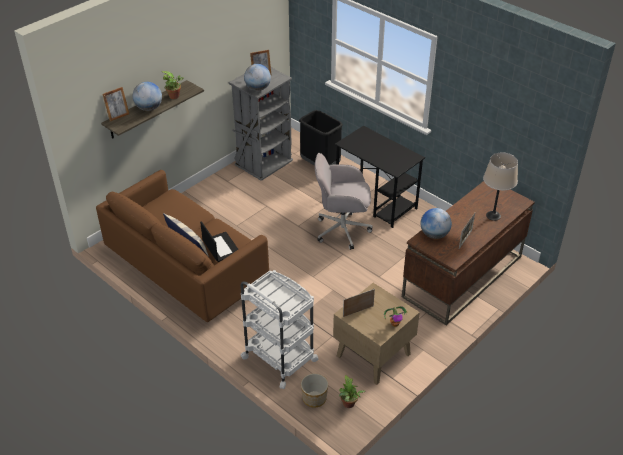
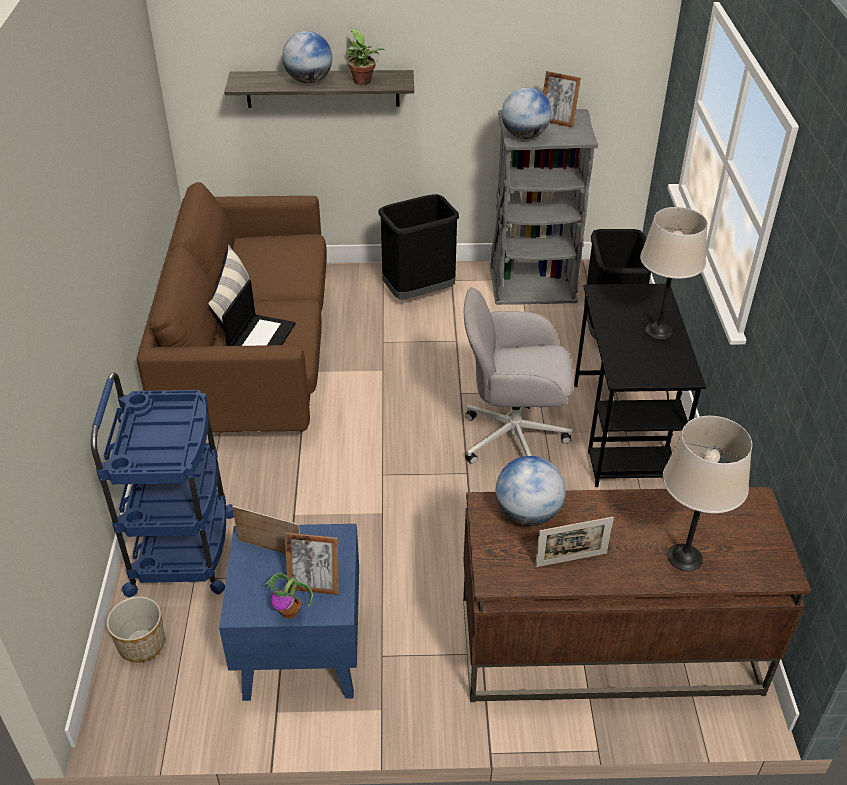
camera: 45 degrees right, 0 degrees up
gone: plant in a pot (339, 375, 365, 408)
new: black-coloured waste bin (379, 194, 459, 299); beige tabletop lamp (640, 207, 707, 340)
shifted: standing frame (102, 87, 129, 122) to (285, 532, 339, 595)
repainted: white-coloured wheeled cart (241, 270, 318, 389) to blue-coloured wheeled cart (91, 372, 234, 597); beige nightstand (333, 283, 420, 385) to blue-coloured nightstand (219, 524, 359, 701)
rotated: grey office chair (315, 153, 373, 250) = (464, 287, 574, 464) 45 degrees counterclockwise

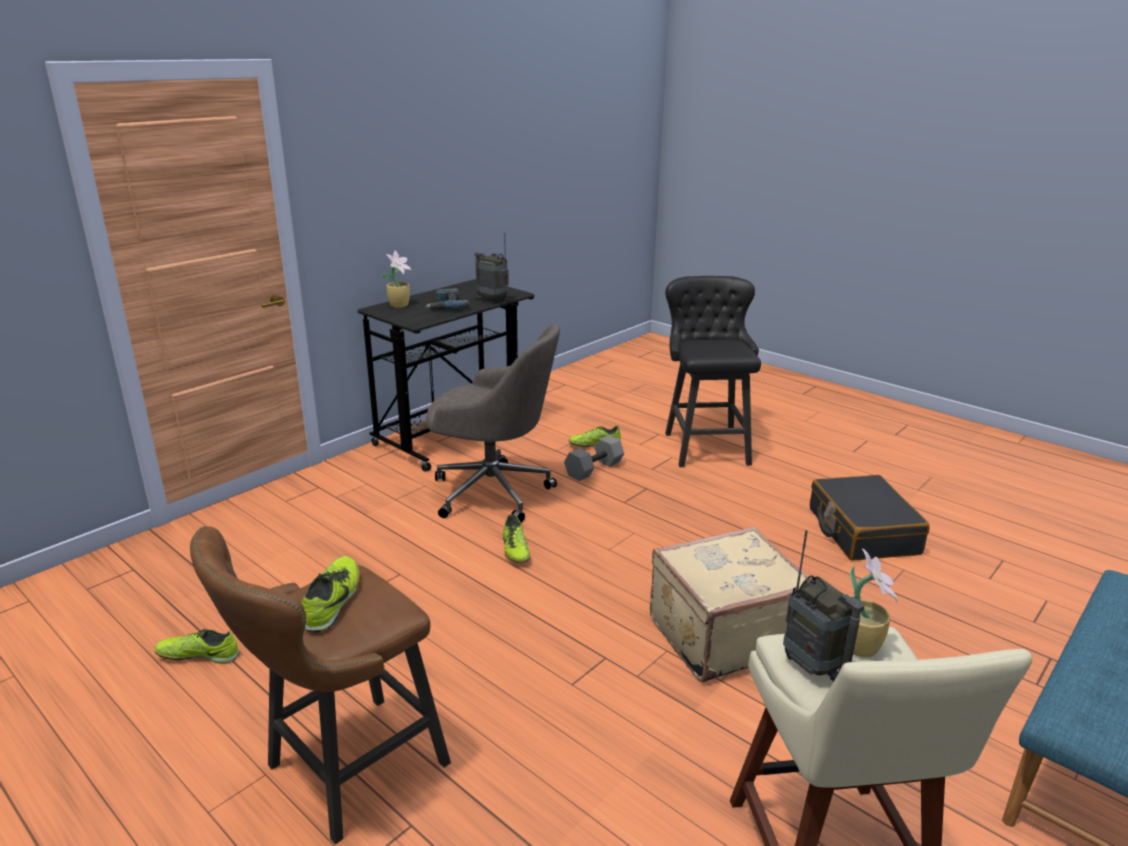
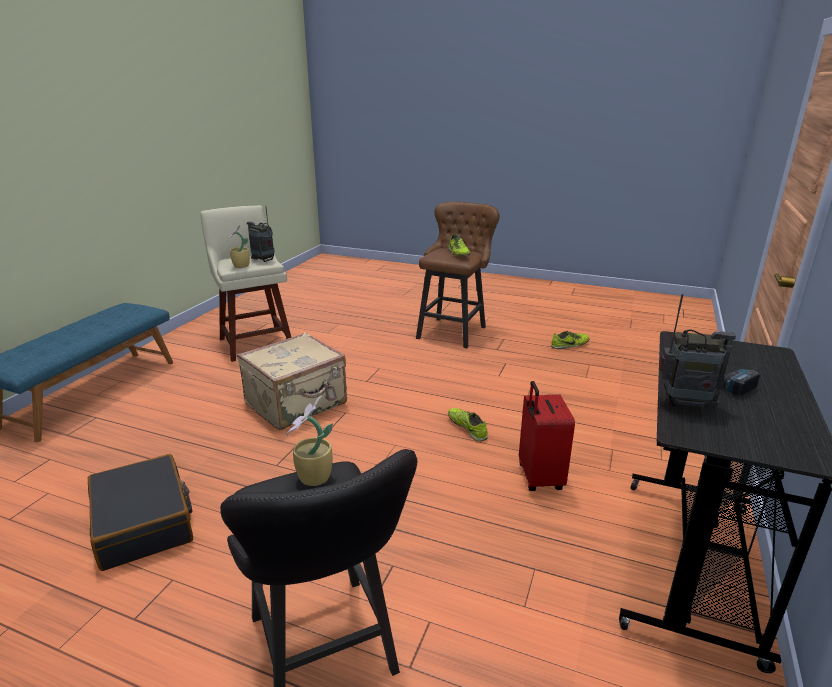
camera: 160 degrees right, 0 degrees up
gone: grey hand weight (564, 435, 624, 481); item of footwear (569, 426, 621, 447)
shifted: plant in a pot (381, 251, 412, 308) to (286, 396, 333, 486)
swapped: grey office chair (426, 324, 560, 523) to red suitcase (519, 381, 575, 491)

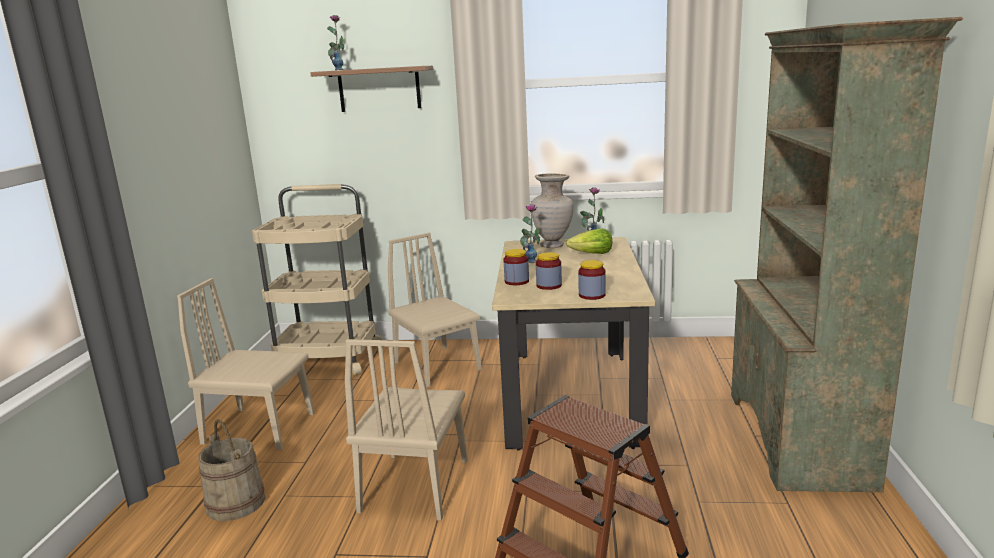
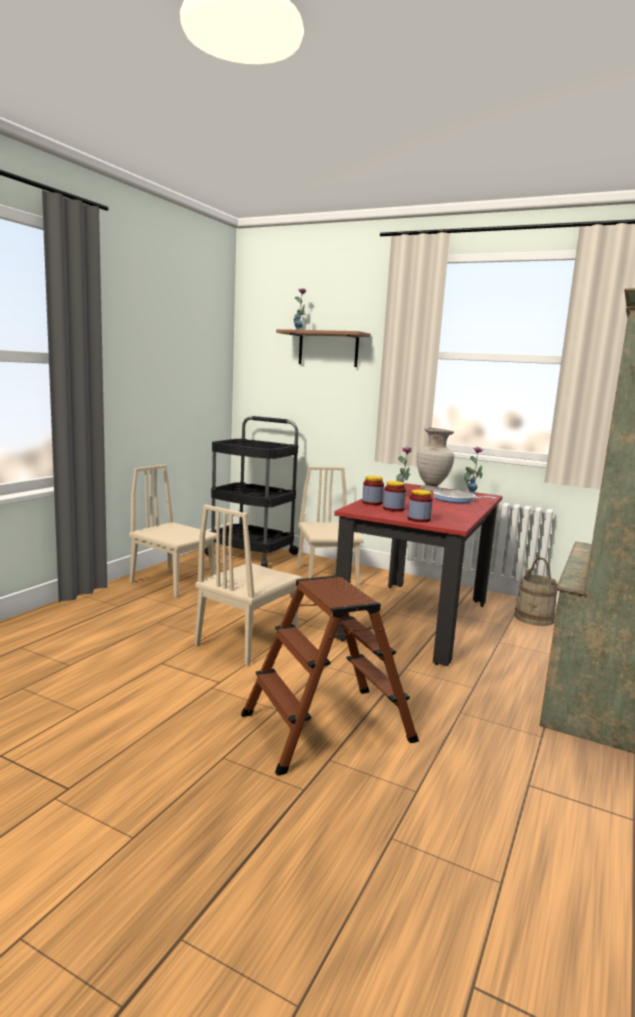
camera: 20 degrees right, 5 degrees down
shifted: beige water bucket (199, 419, 265, 521) to (514, 558, 558, 626)
swapped: head of lettuce (566, 228, 612, 254) to skillet (433, 490, 497, 503)
repainted: beige wheeled cart (252, 184, 382, 375) to black-coloured wheeled cart (205, 416, 299, 568); beige kitchen table (492, 237, 655, 451) to red kitchen table (334, 483, 502, 666)

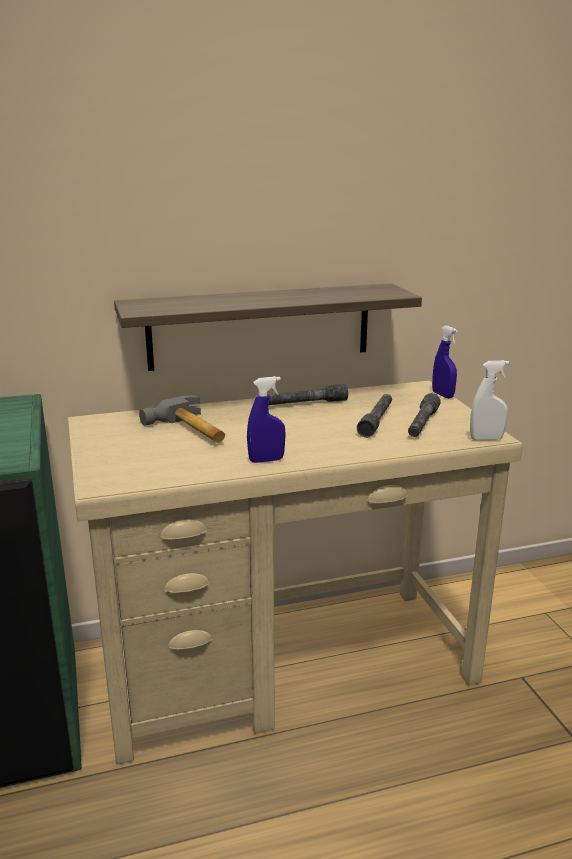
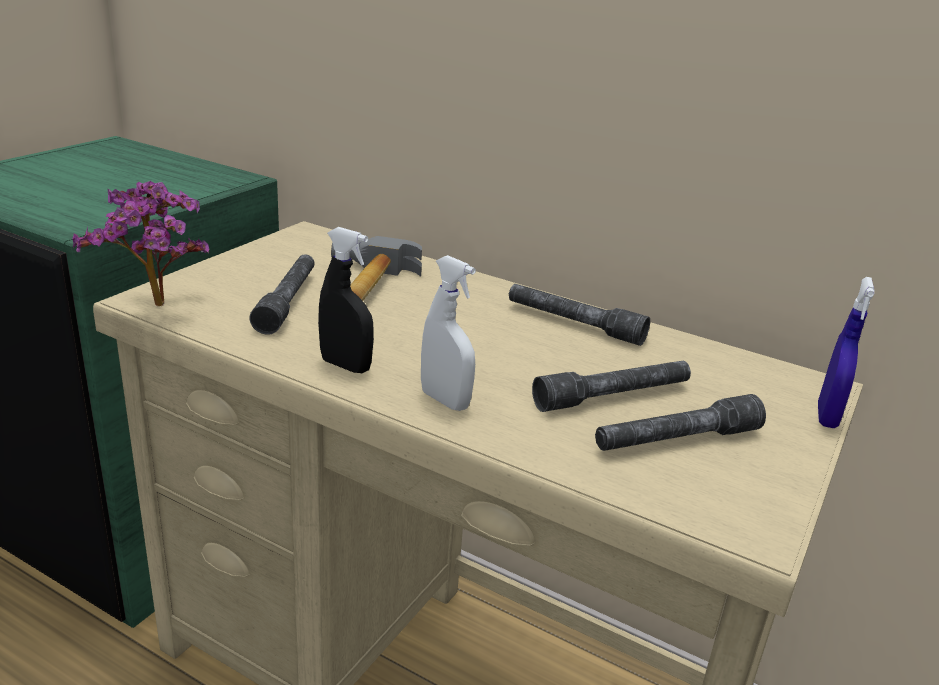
camera: 45 degrees right, 5 degrees up
gone: wall shelf (114, 283, 422, 371)
new: plant in a pot (72, 181, 210, 307); grey torch (249, 254, 315, 335)
shifted: white-coloured hand sprayer (470, 360, 509, 440) to (421, 255, 476, 411)
repainted: blue-coloured hand sprayer (247, 376, 286, 463) to black-coloured hand sprayer (318, 227, 374, 373)

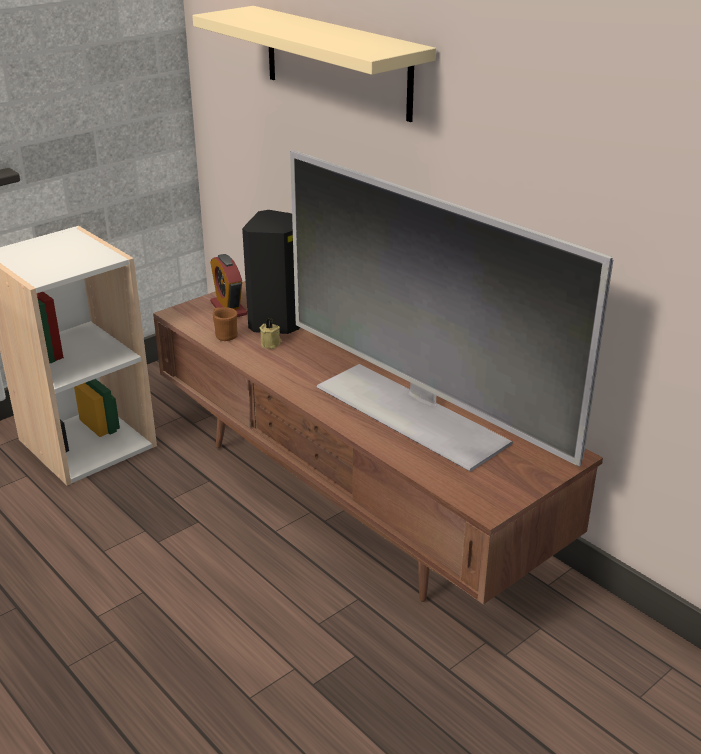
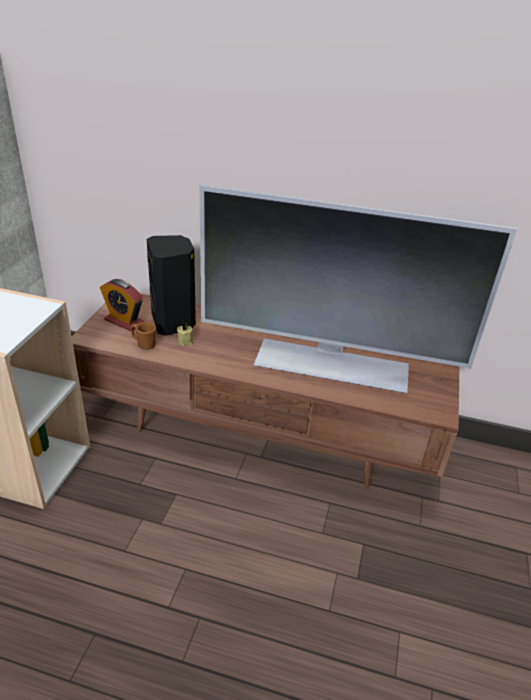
camera: 35 degrees left, 5 degrees up
gone: beige wall shelf (192, 6, 436, 122)

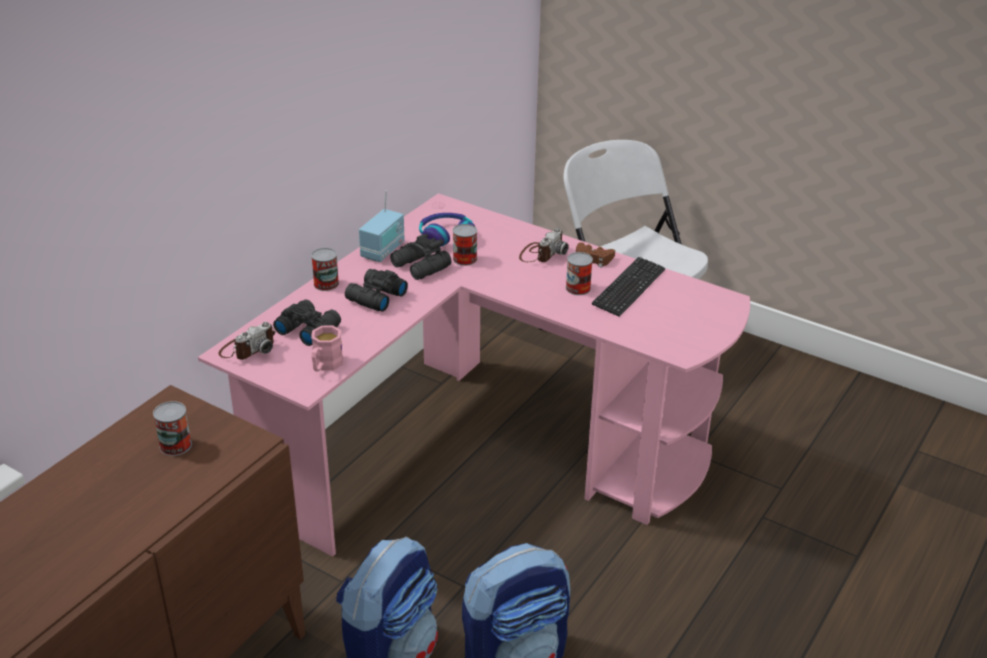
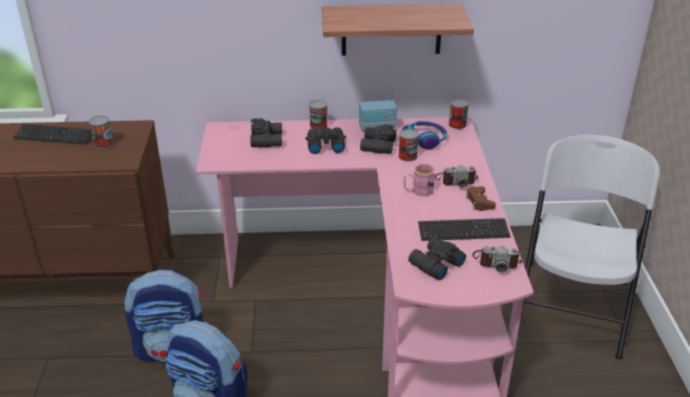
camera: 55 degrees right, 0 degrees up
new: computer keyboard (13, 124, 92, 145); wall shelf (322, 4, 474, 56); black-coloured pair of binoculars (408, 237, 466, 280)
shifted: photo camera (218, 322, 275, 360) to (472, 246, 522, 272); pink mug (311, 326, 343, 371) to (403, 163, 435, 197); metal can (566, 252, 593, 295) to (449, 99, 469, 129)

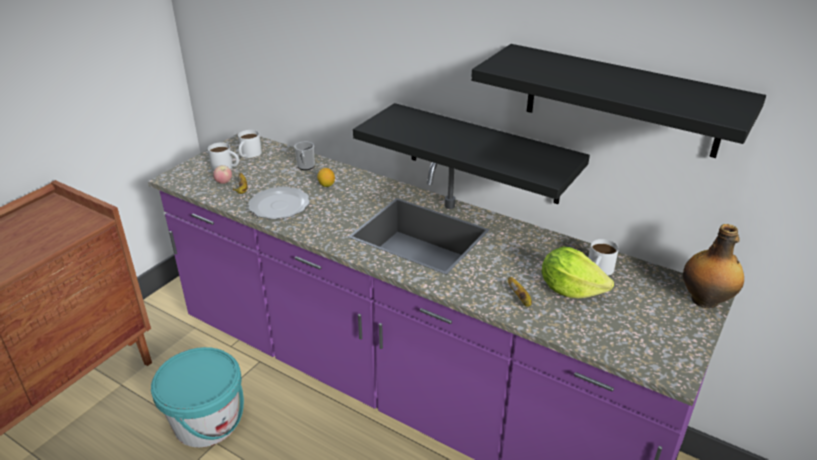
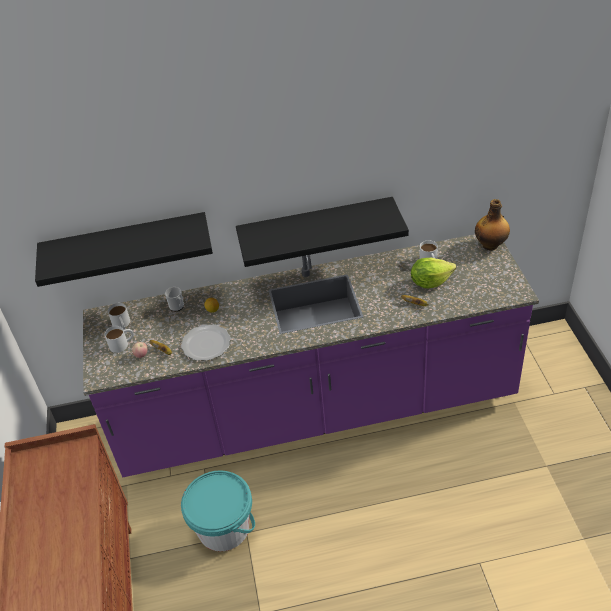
camera: 40 degrees left, 10 degrees up
shifted: black-coloured wall shelf (471, 44, 766, 158) to (35, 212, 213, 287)

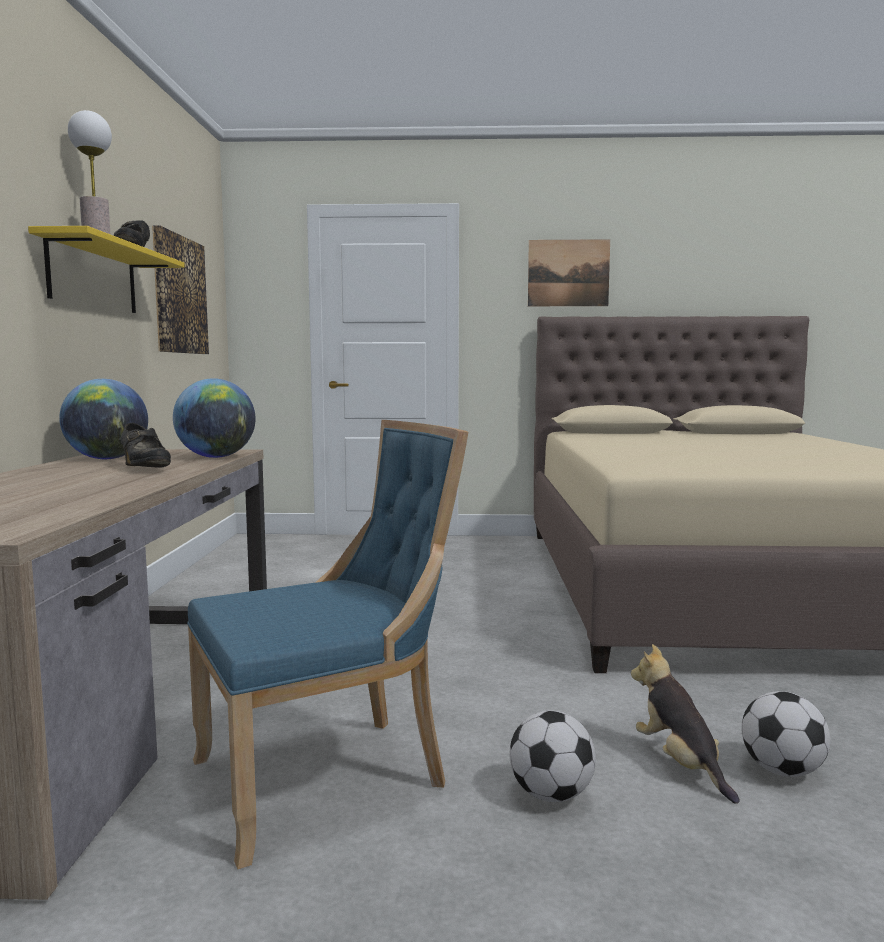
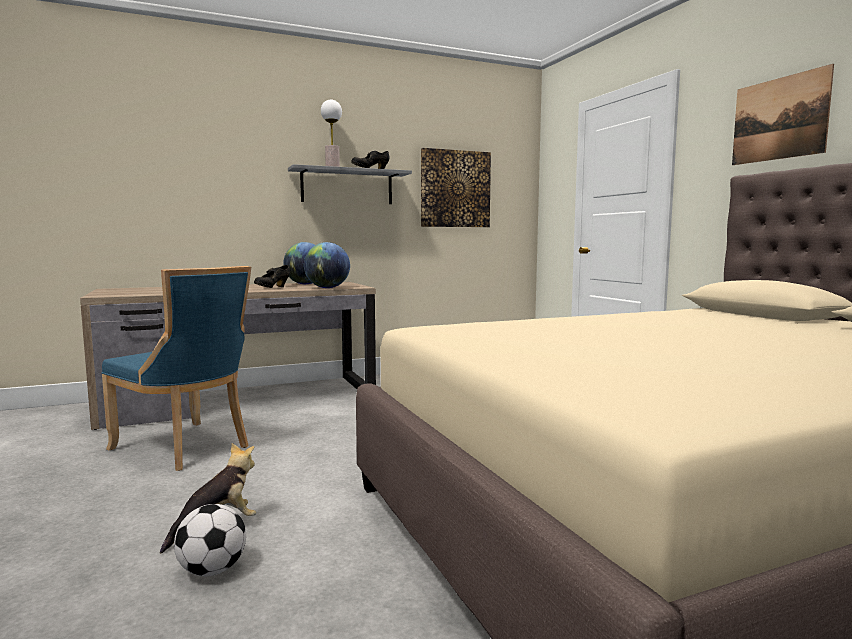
camera: 65 degrees right, 0 degrees up
gone: ball for football (510, 711, 596, 802)
repainted: yellow-coloured wall shelf (28, 226, 185, 313) to grey wall shelf (288, 164, 412, 204)

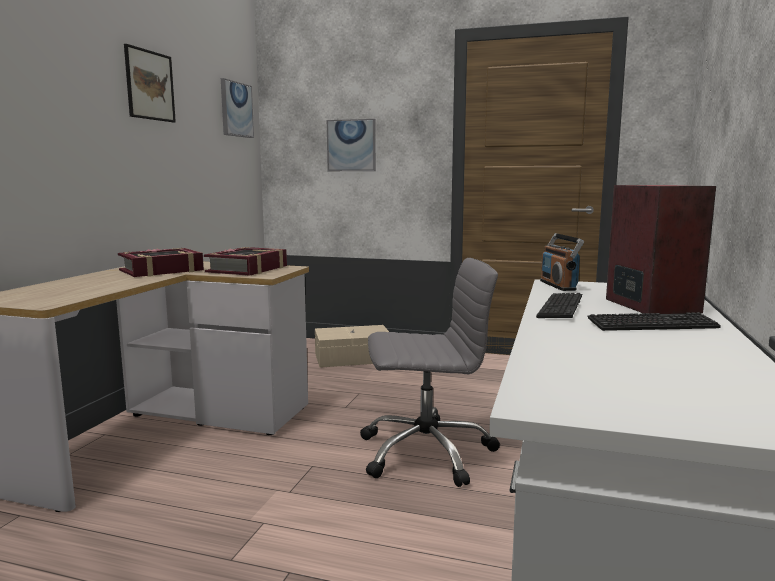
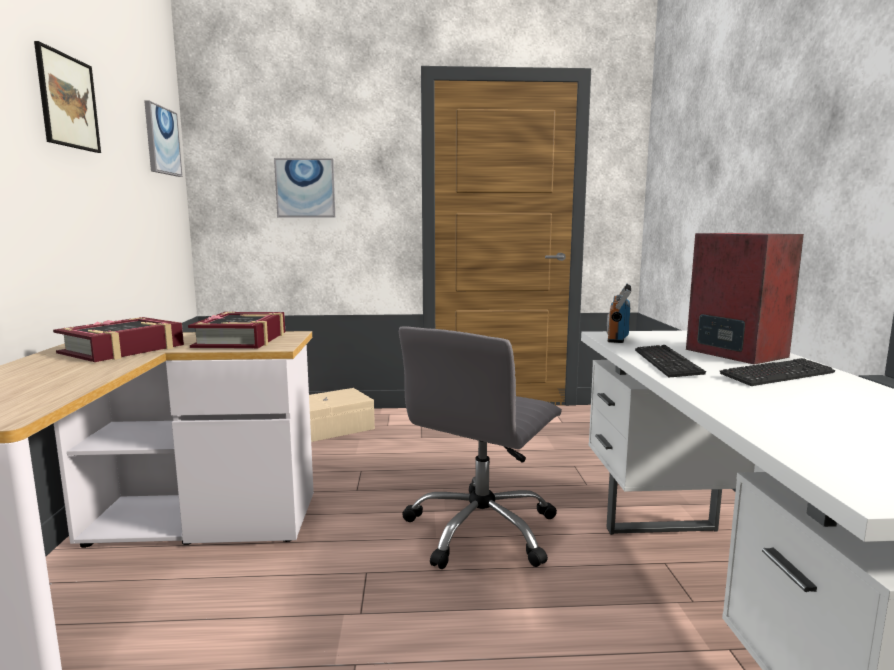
camera: 20 degrees left, 0 degrees up
rotated: grey office chair (360, 258, 500, 487) = (399, 326, 562, 569) 150 degrees clockwise; radio (540, 233, 584, 291) = (606, 284, 631, 343) 45 degrees clockwise

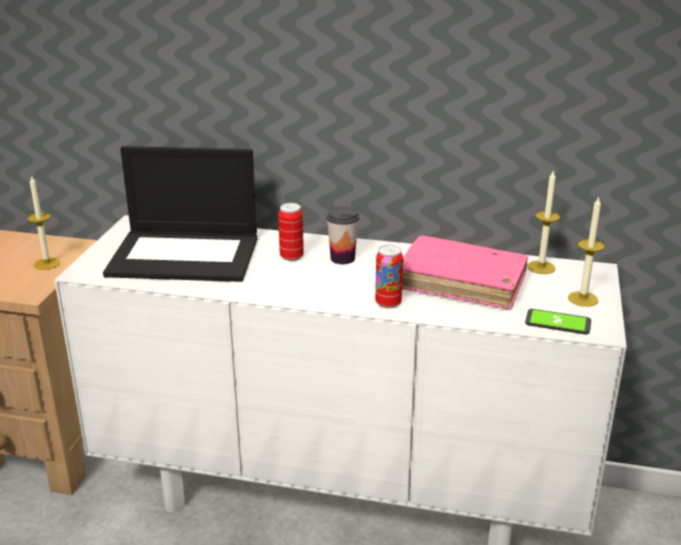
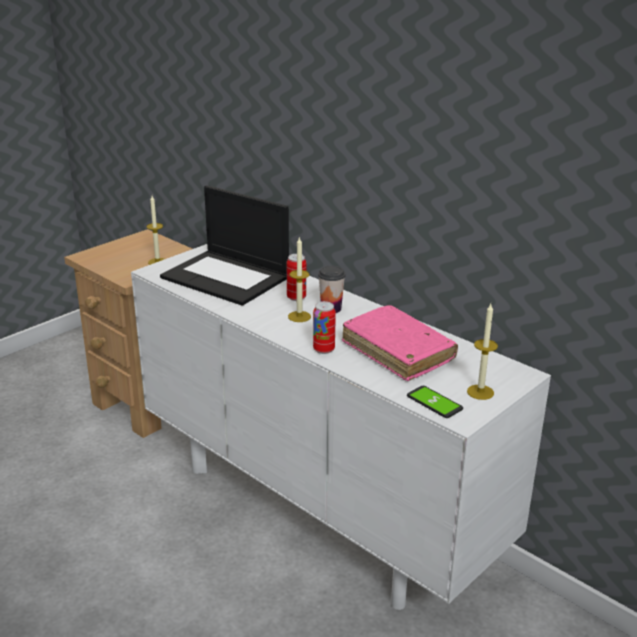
camera: 30 degrees right, 0 degrees up
shifted: wax light (527, 170, 560, 274) to (288, 237, 311, 322)

